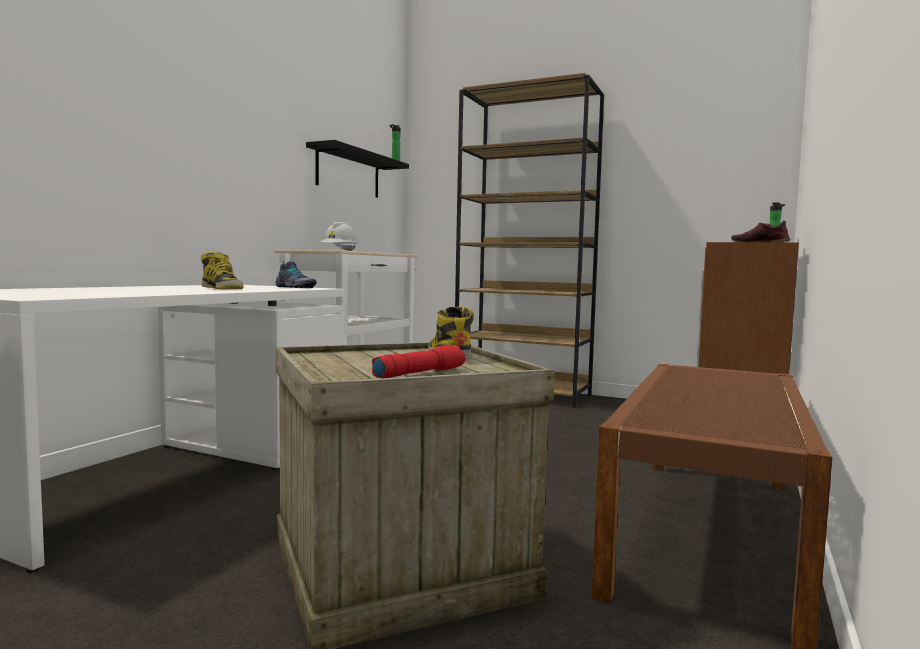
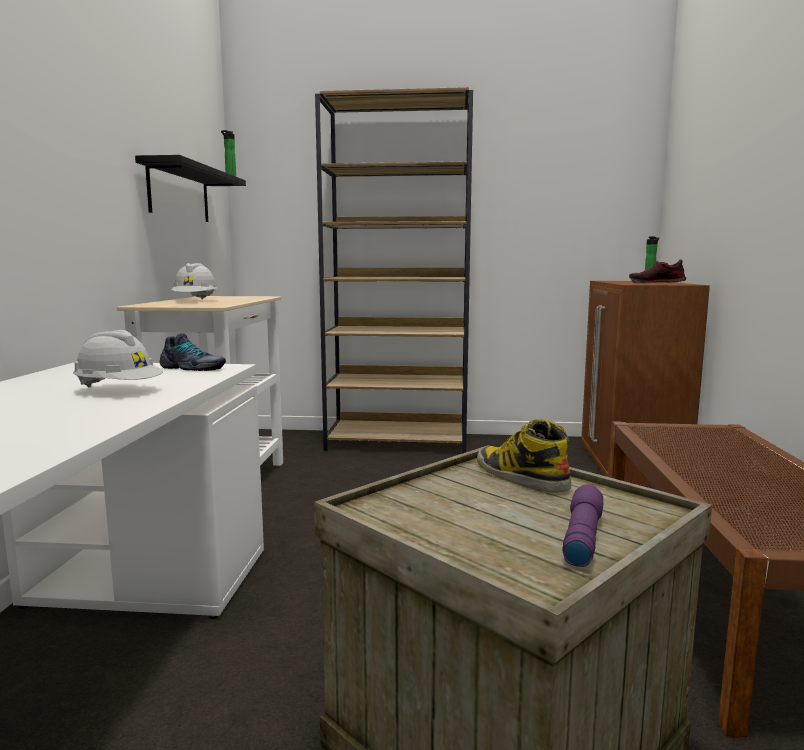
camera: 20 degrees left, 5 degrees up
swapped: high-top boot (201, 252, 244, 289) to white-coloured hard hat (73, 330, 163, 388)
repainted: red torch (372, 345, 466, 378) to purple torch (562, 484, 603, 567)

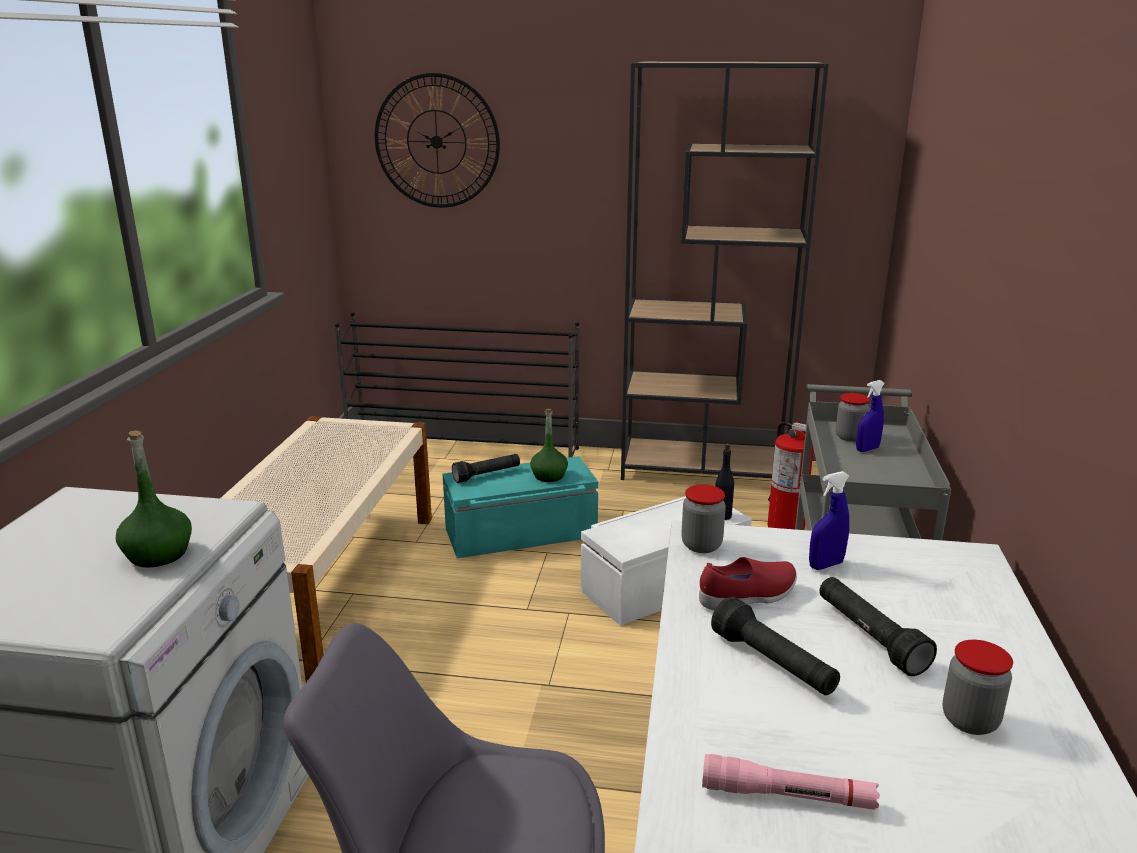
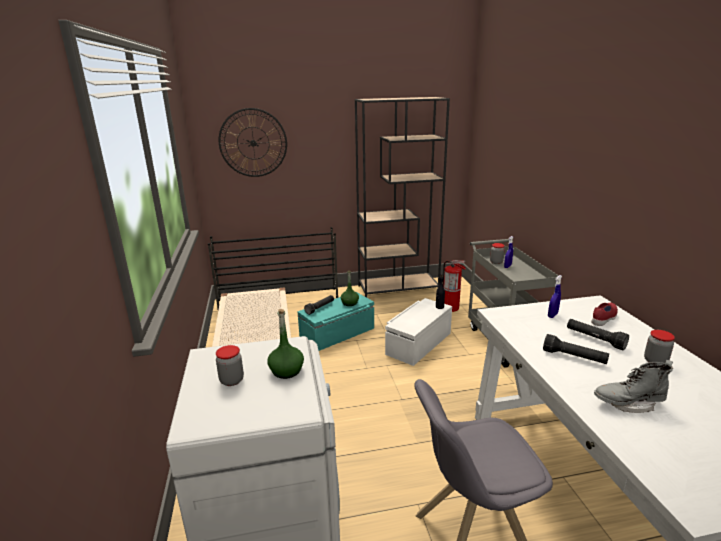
camera: 20 degrees left, 0 degrees up
shifted: preserve jar (681, 484, 726, 553) to (216, 345, 244, 386); red item of footwear (699, 557, 797, 610) to (591, 302, 618, 326)
swapped: pink torch (702, 754, 880, 810) to grey high-top boot (594, 360, 673, 413)

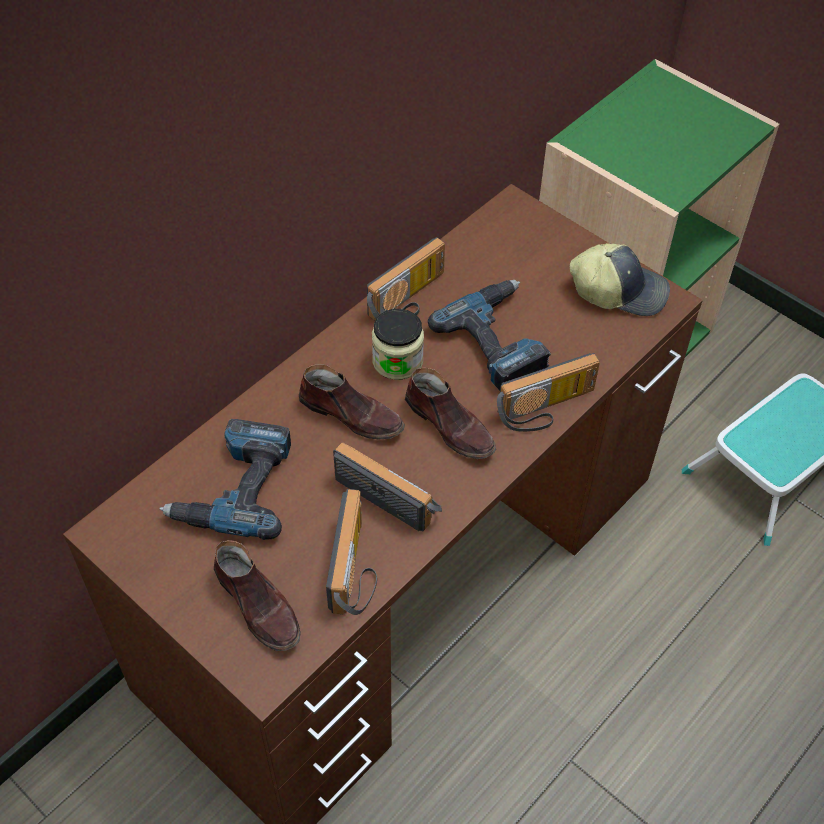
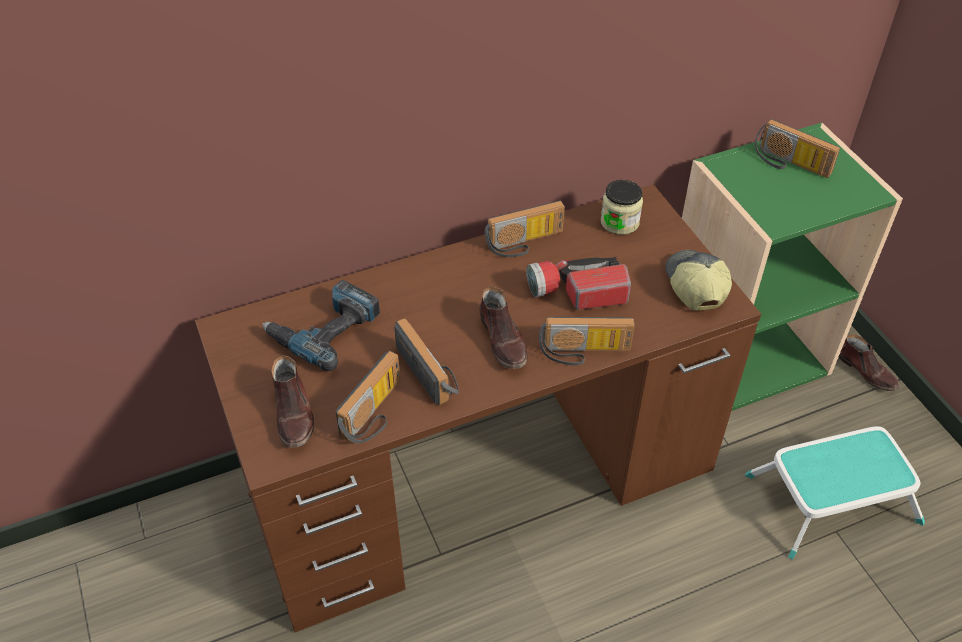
camera: 25 degrees right, 5 degrees down
new: radio (755, 119, 840, 178)
shifted: brownish item of footwear (299, 364, 405, 439) to (839, 334, 900, 391); preserve jar (372, 309, 424, 380) to (601, 180, 643, 235)
swapped: electric drill (428, 280, 551, 391) to torch (526, 257, 631, 310)
rotated: baseball cap (570, 243, 670, 316) = (665, 250, 732, 311) 135 degrees counterclockwise

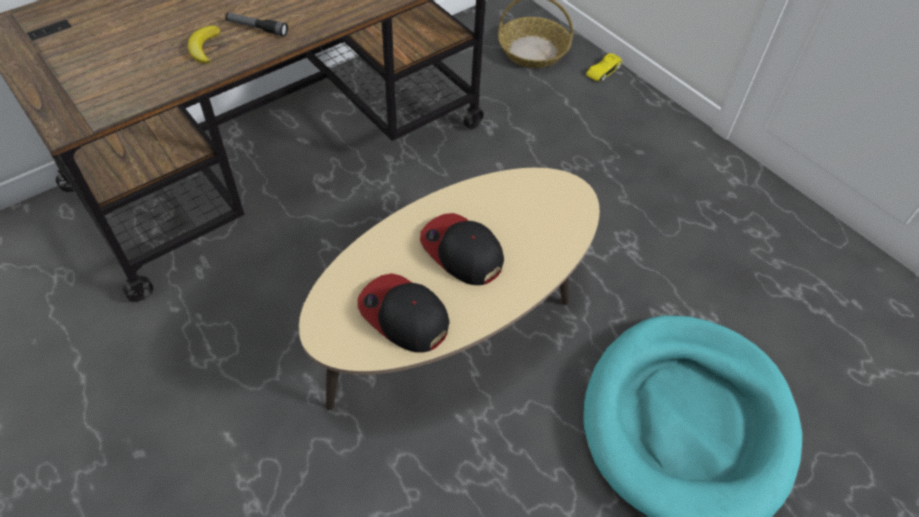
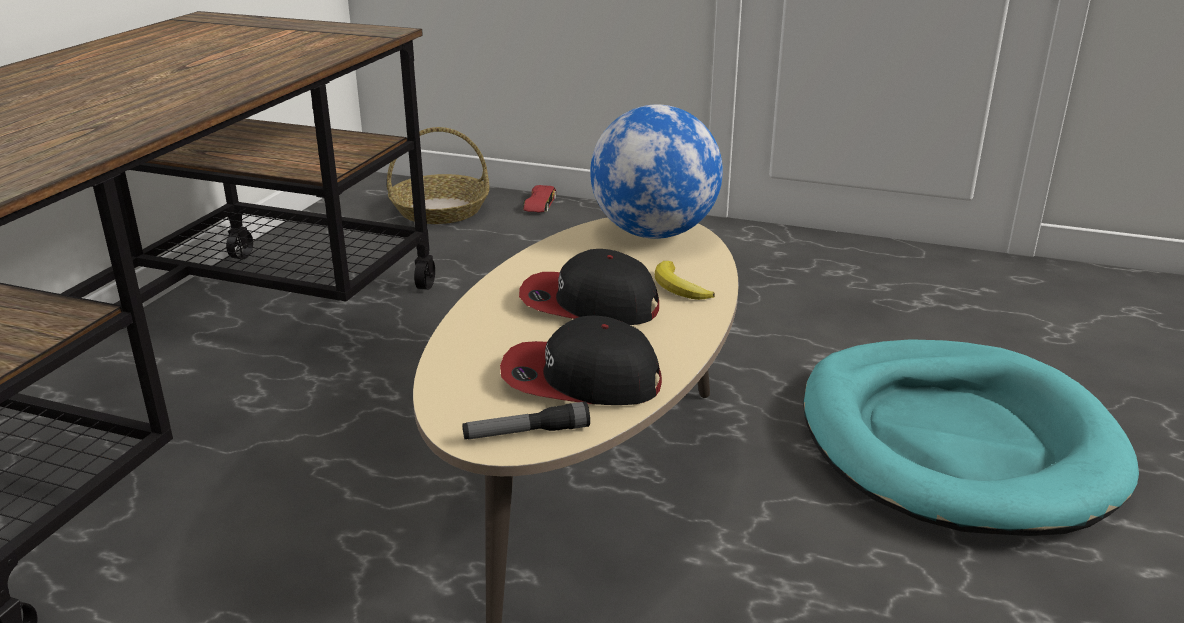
camera: 30 degrees left, 25 degrees down
new: desk globe (590, 104, 723, 239)
shifted: banana fruit (188, 26, 220, 64) to (655, 261, 715, 300); torch (225, 13, 288, 37) to (463, 401, 590, 439)
repainted: yellow-coloured toy car (586, 53, 622, 82) to red toy car (523, 185, 556, 213)

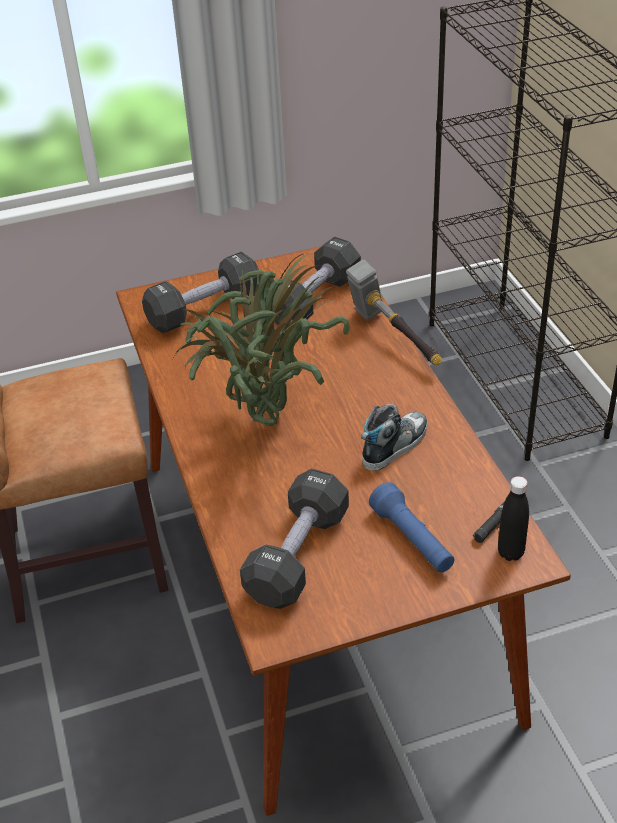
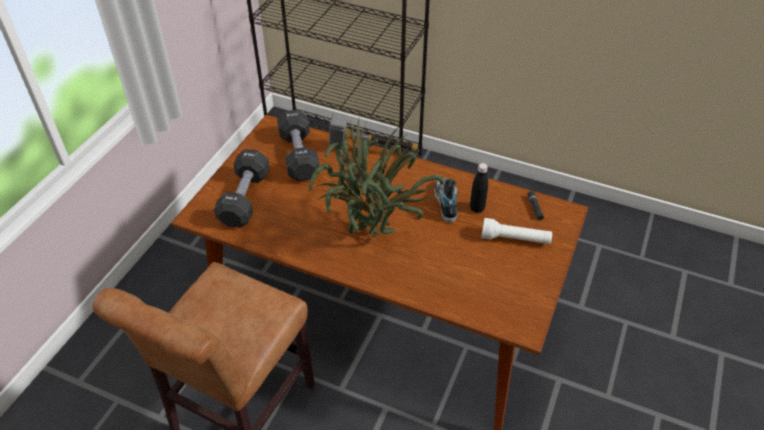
camera: 50 degrees left, 5 degrees up
gone: black-coloured hand weight (240, 469, 349, 609)
shifted: black-coloured beverage bottle (498, 476, 529, 561) to (470, 163, 488, 213)
repainted: blue-coloured torch (369, 482, 454, 573) to white-coloured torch (481, 218, 552, 244)

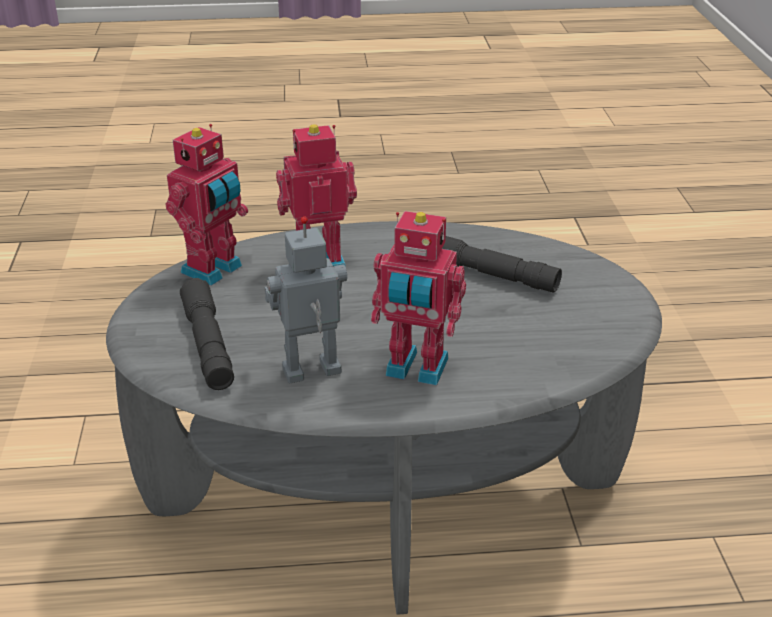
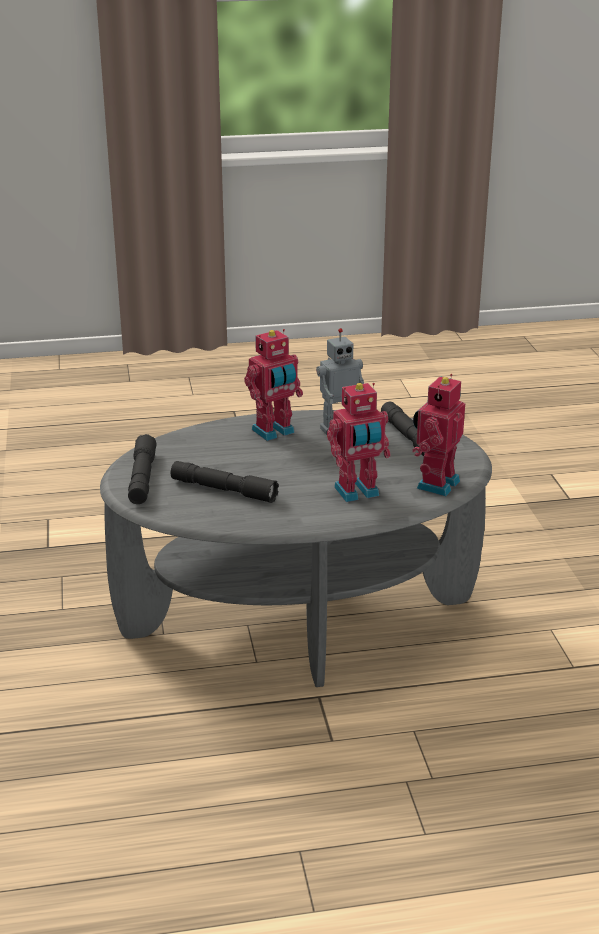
camera: 175 degrees right, 5 degrees down
new: grey torch (128, 434, 157, 504)
rotated: robot figure (371, 211, 466, 386) = (244, 329, 303, 441) 135 degrees clockwise

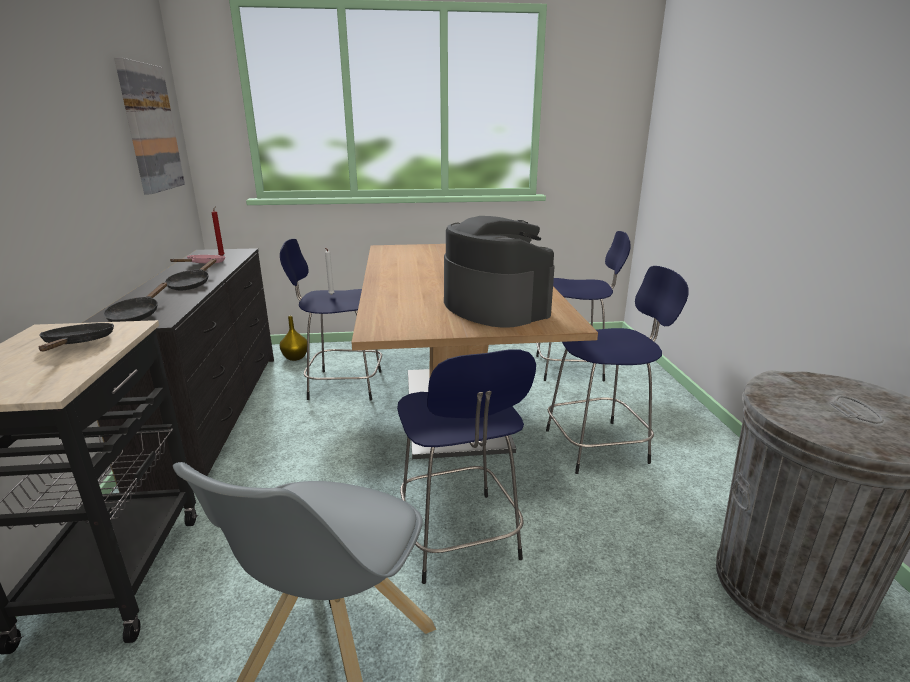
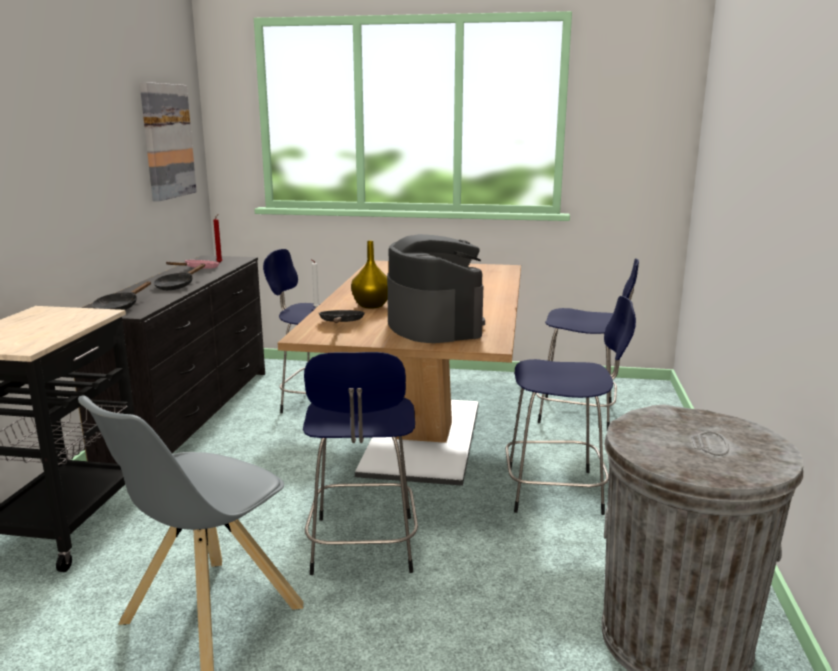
camera: 15 degrees right, 5 degrees down
shifted: black-coloured skillet (38, 323, 114, 351) to (319, 310, 365, 323); yellow-coloured flower vase (280, 316, 307, 361) to (351, 241, 388, 309)

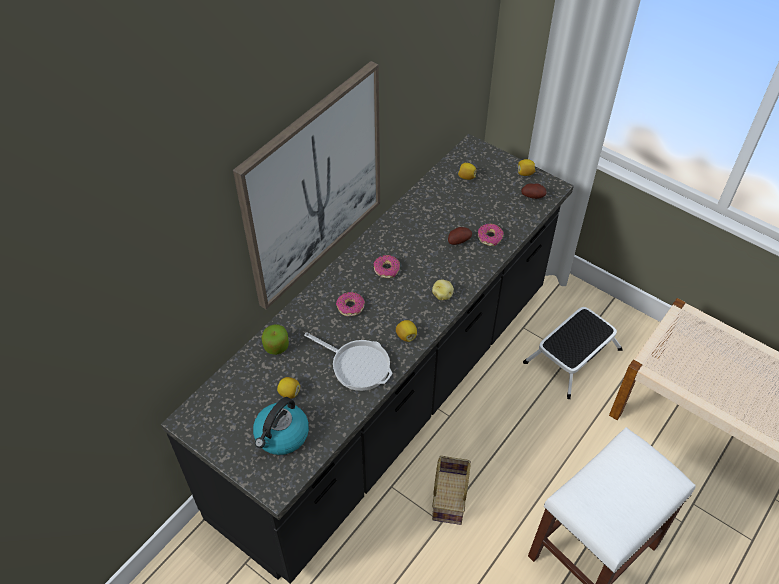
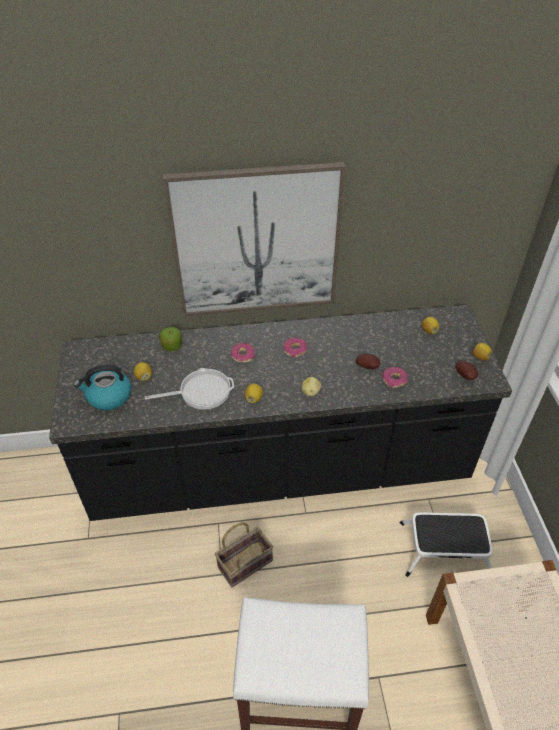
camera: 45 degrees right, 5 degrees down
rotated: skillet (304, 332, 392, 391) = (145, 368, 234, 410) 90 degrees counterclockwise

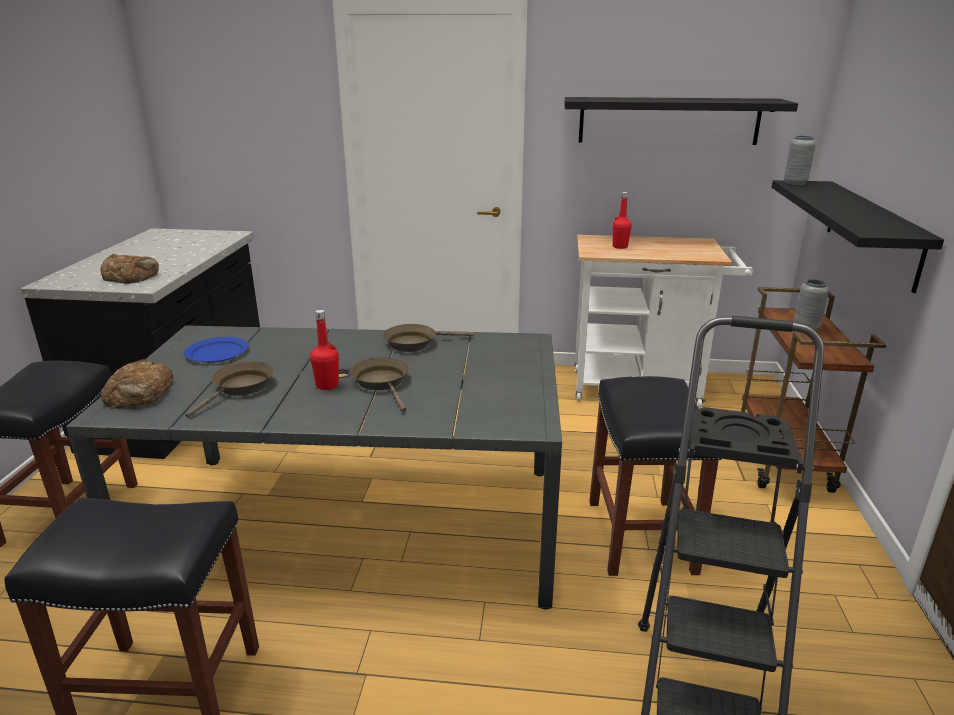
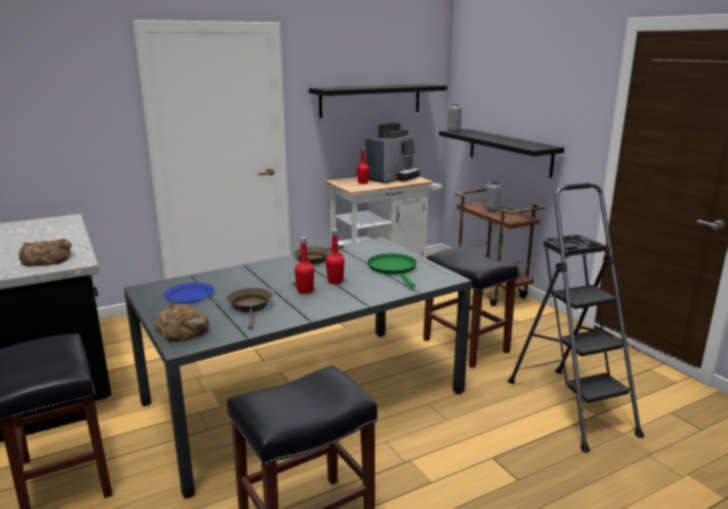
camera: 35 degrees left, 5 degrees down
new: coffee machine (366, 123, 420, 183); green-coloured skillet (368, 254, 417, 287)
swapped: brownish skillet (350, 357, 409, 412) to red beverage bottle (326, 229, 345, 284)

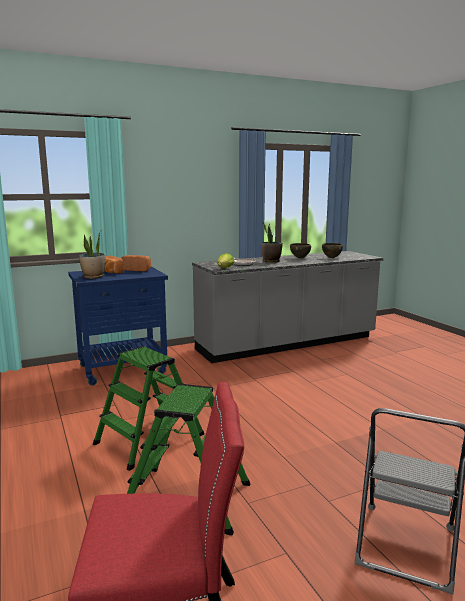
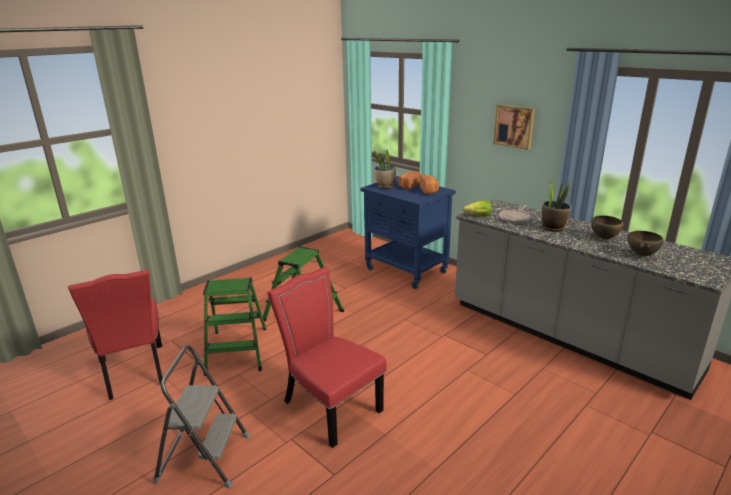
camera: 70 degrees right, 10 degrees up
new: red chair (267, 267, 387, 448); picture (493, 105, 535, 150)

